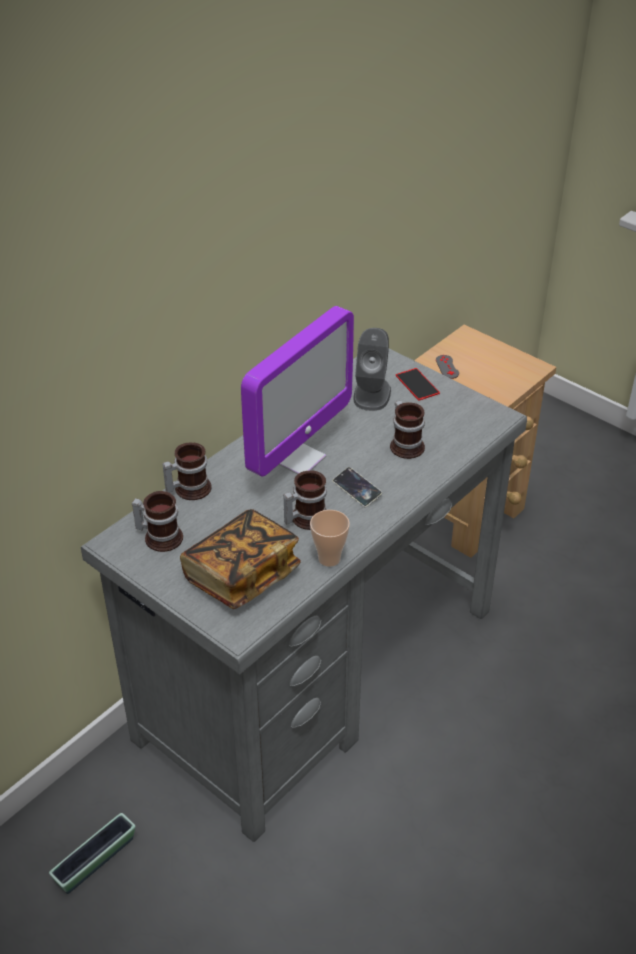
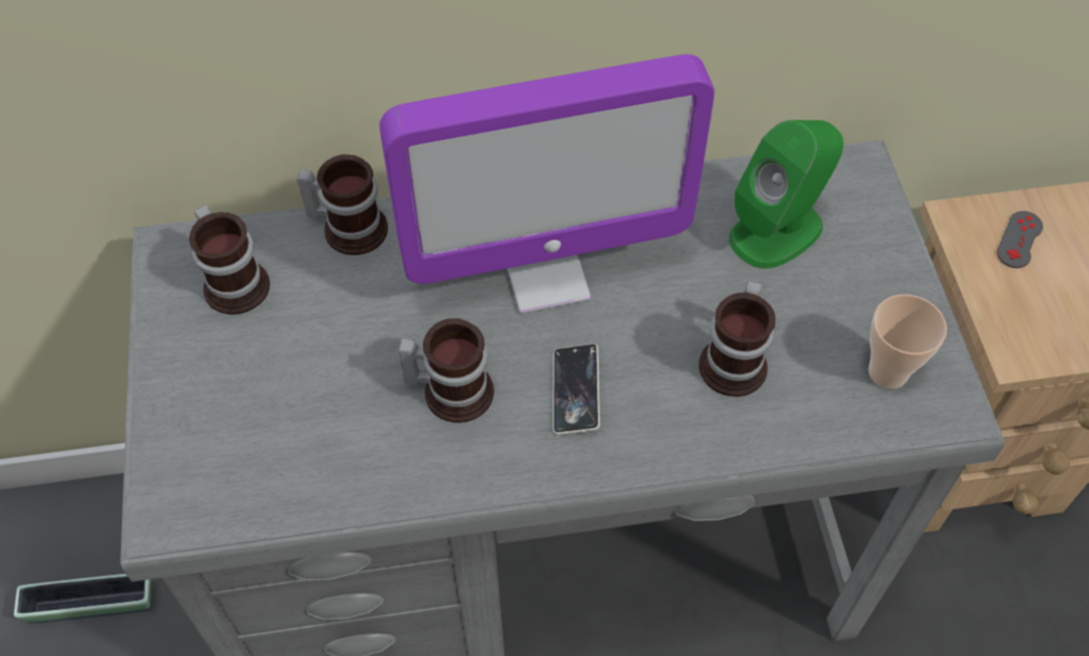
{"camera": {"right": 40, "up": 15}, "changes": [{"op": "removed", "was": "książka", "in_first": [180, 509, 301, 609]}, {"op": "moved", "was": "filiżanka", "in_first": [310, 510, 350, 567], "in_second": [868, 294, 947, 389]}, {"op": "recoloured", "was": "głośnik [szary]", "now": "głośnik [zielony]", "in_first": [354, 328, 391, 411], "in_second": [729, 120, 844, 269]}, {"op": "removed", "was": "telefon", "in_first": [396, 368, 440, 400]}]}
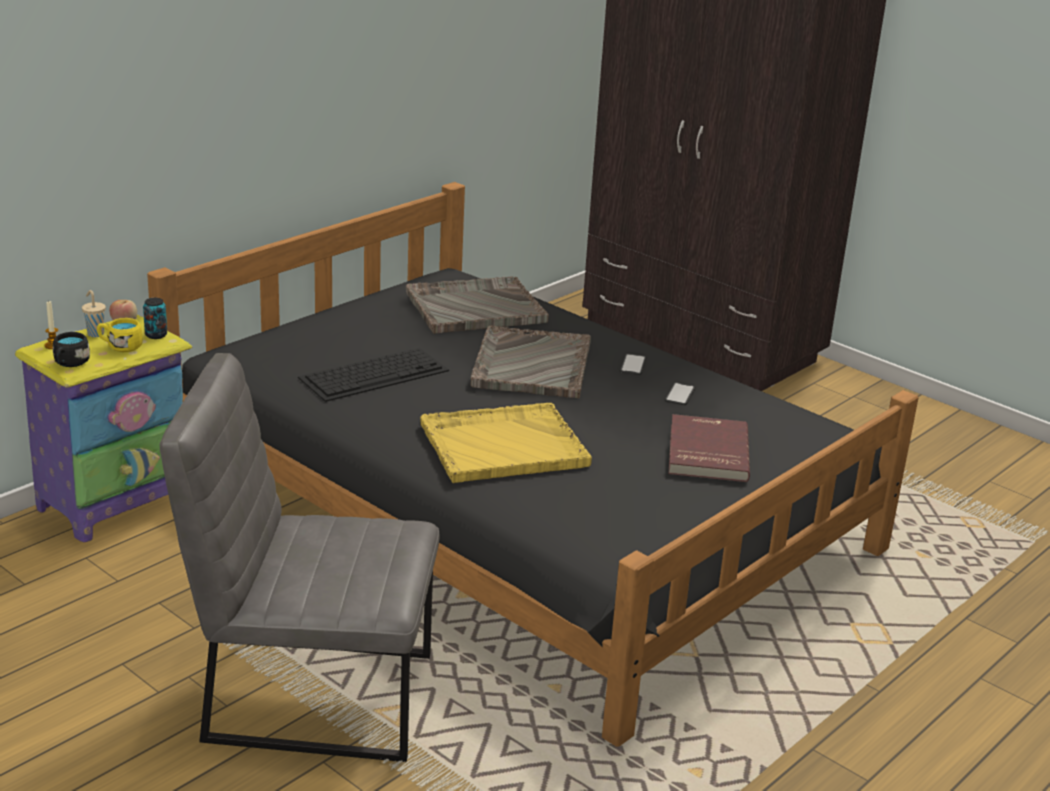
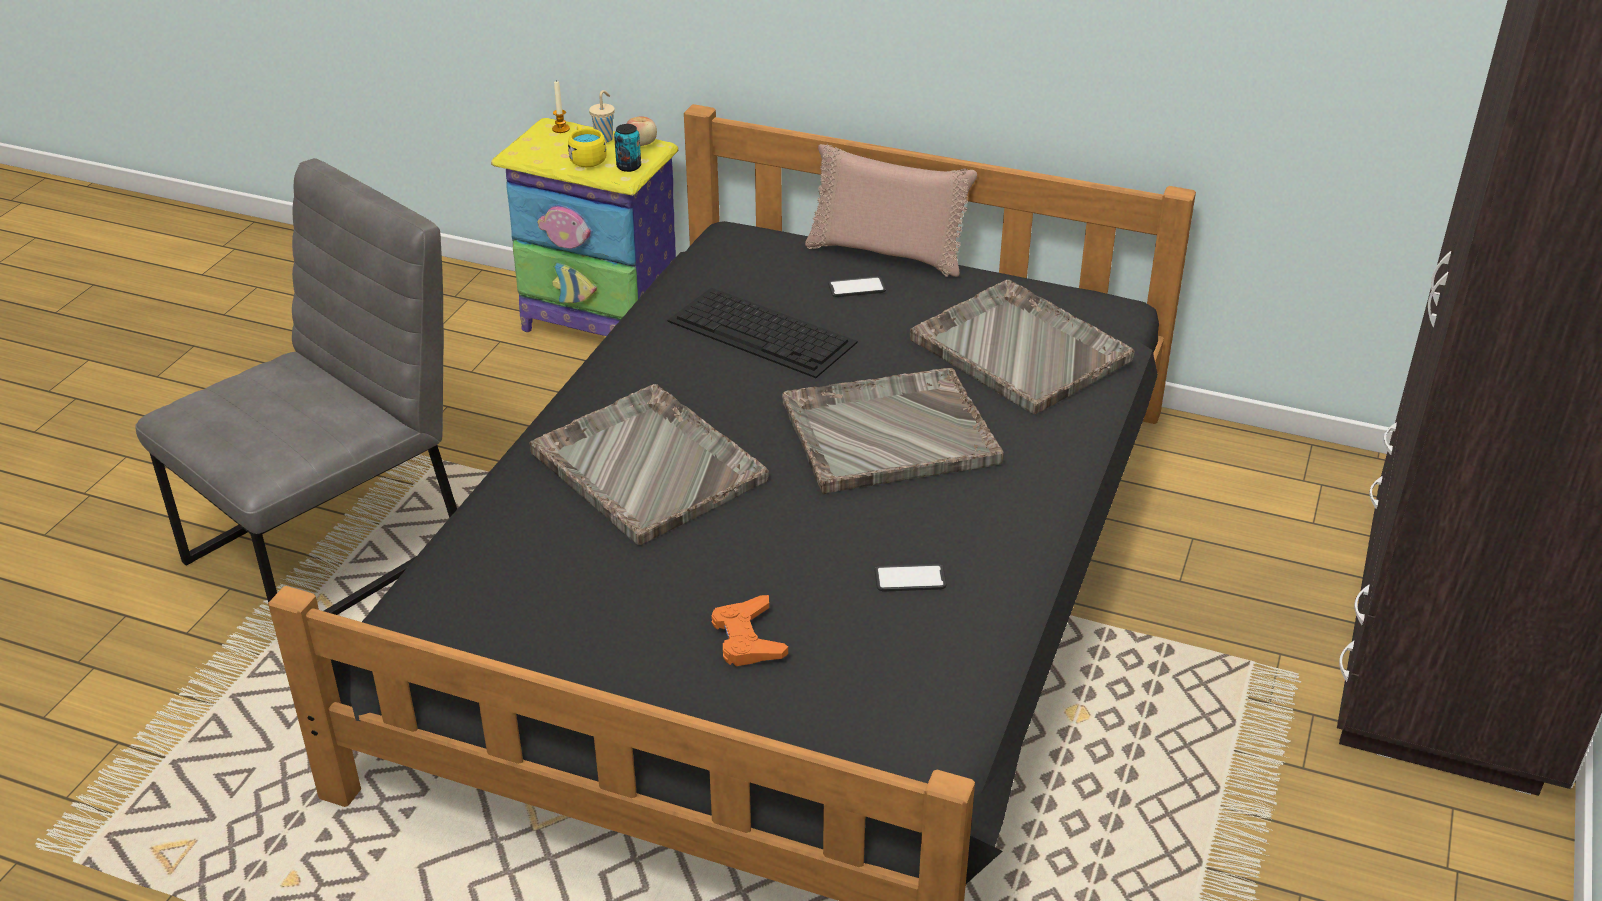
{"camera": {"right": 70, "up": 10}, "changes": [{"op": "removed", "was": "kubek [czarny]", "in_first": [53, 332, 90, 367]}, {"op": "turned", "was": "krzesło [szary]", "in_first": [160, 353, 439, 762], "in_second": [135, 158, 457, 615], "clockwise": 60}, {"op": "recoloured", "was": "taca [żółty]", "now": "taca [szary]", "in_first": [420, 403, 592, 483], "in_second": [529, 384, 769, 545]}, {"op": "moved", "was": "telefon", "in_first": [620, 353, 646, 375], "in_second": [828, 276, 886, 297]}, {"op": "replaced", "was": "książka [czerwony]", "now": "pad do gier [pomarańczowy]", "in_first": [668, 414, 750, 482], "in_second": [711, 595, 788, 666]}, {"op": "added", "now": "poduszka [beżowy]", "in_second": [805, 144, 977, 277]}]}
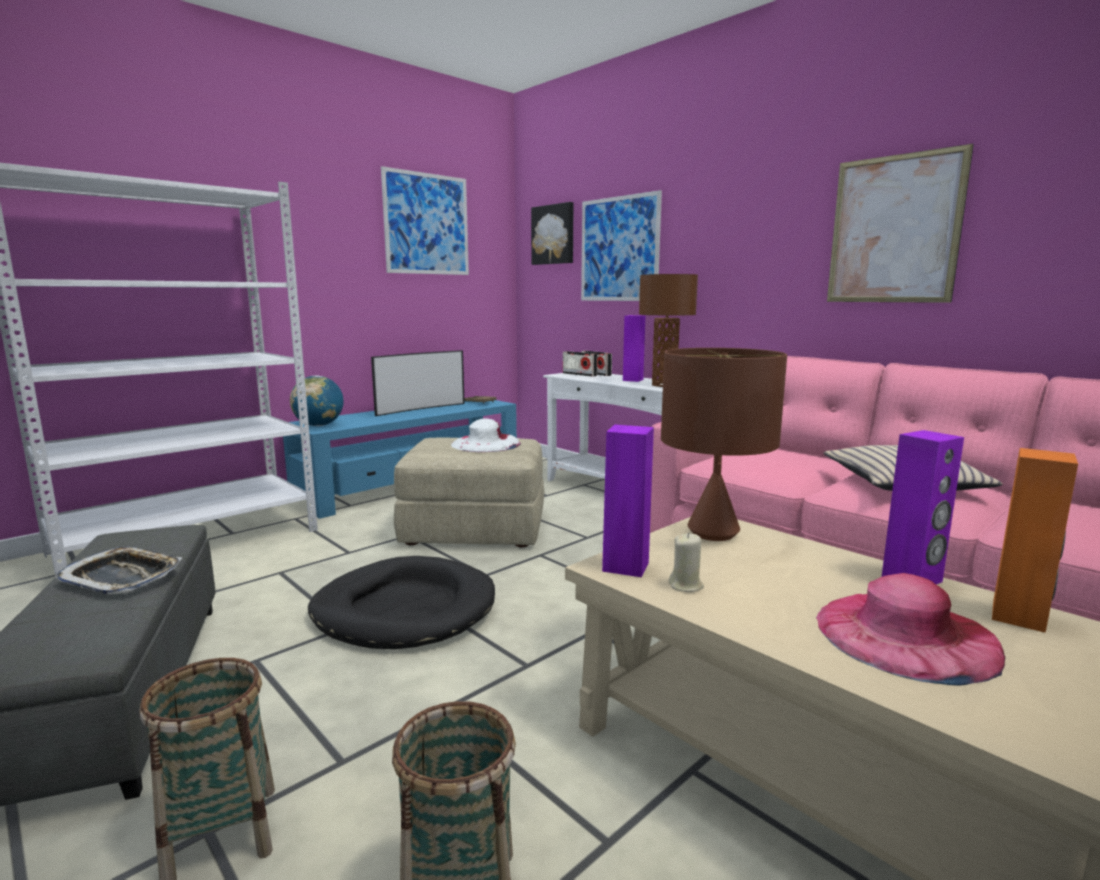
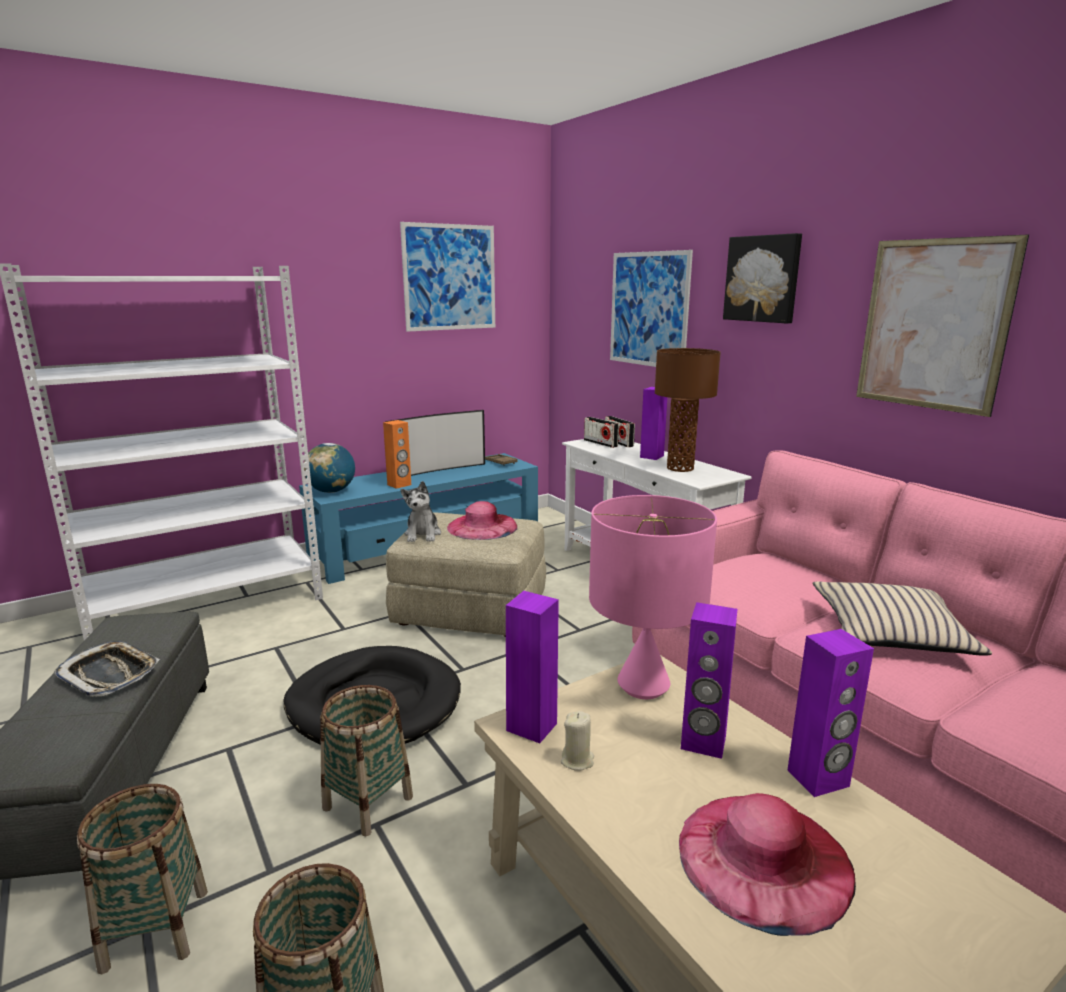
{"camera": {"right": 10, "up": 5}, "changes": [{"op": "recoloured", "was": "kapelusz [biały]", "now": "kapelusz [różowy]", "in_first": [451, 418, 521, 452], "in_second": [447, 501, 517, 540]}, {"op": "moved", "was": "obraz", "in_first": [531, 202, 574, 265], "in_second": [723, 233, 802, 324]}, {"op": "recoloured", "was": "lampa stołowa [brązowy]", "now": "lampa stołowa [różowy]", "in_first": [661, 348, 787, 541], "in_second": [589, 495, 717, 699]}, {"op": "moved", "was": "głośnik [pomarańczowy]", "in_first": [992, 448, 1078, 633], "in_second": [383, 420, 411, 489]}, {"op": "added", "now": "koszyk", "in_second": [320, 685, 413, 836]}, {"op": "added", "now": "pluszak", "in_second": [401, 481, 441, 542]}, {"op": "added", "now": "głośnik [fioletowy]", "in_second": [681, 602, 737, 759]}]}
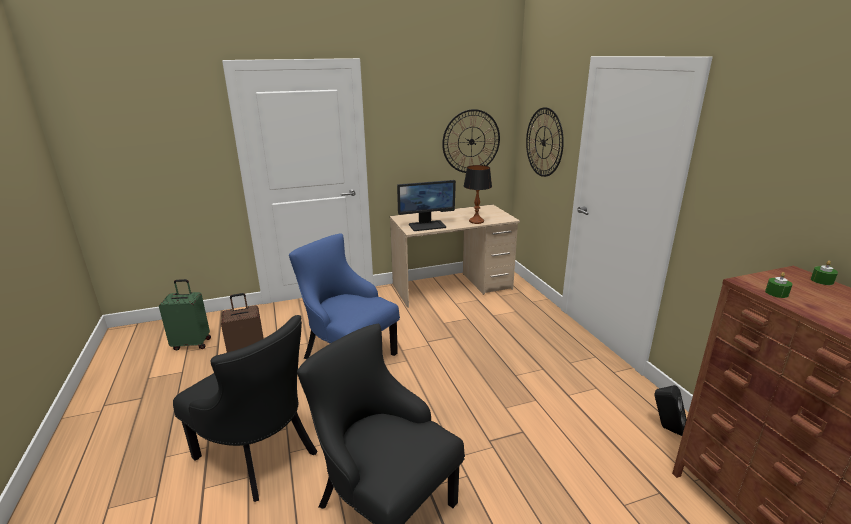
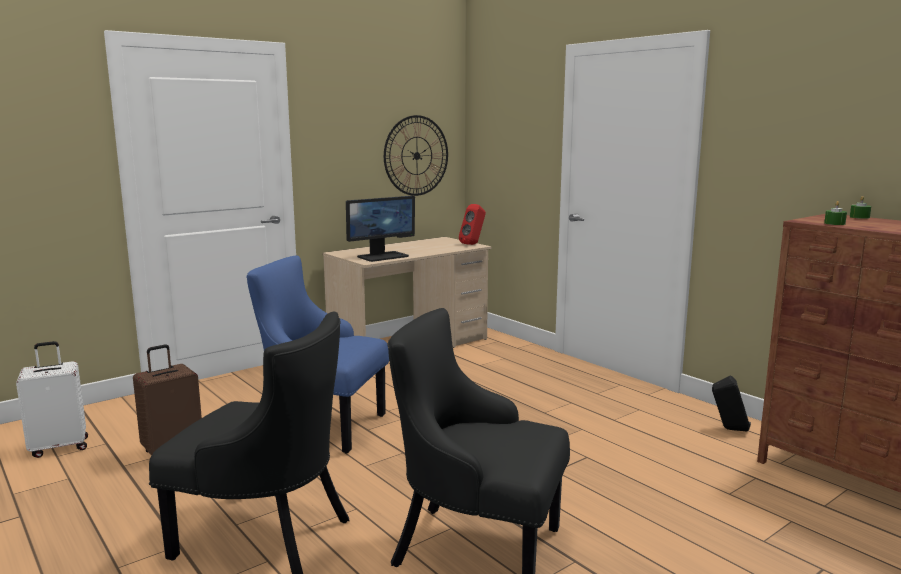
{"camera": {"right": -20, "up": -10}, "changes": [{"op": "recoloured", "was": "walizka [zielony]", "now": "walizka [biały]", "in_first": [159, 279, 211, 351], "in_second": [16, 341, 88, 458]}, {"op": "removed", "was": "lampa stołowa", "in_first": [464, 165, 492, 224]}, {"op": "removed", "was": "zegar ścienny", "in_first": [526, 107, 564, 177]}, {"op": "added", "now": "głośnik [czerwony]", "in_second": [459, 204, 486, 245]}]}
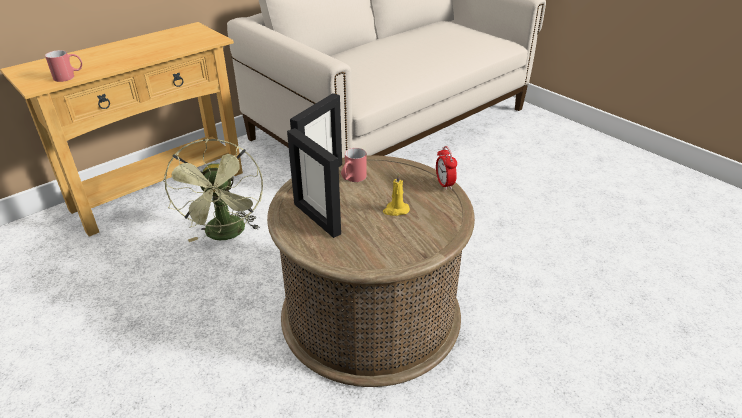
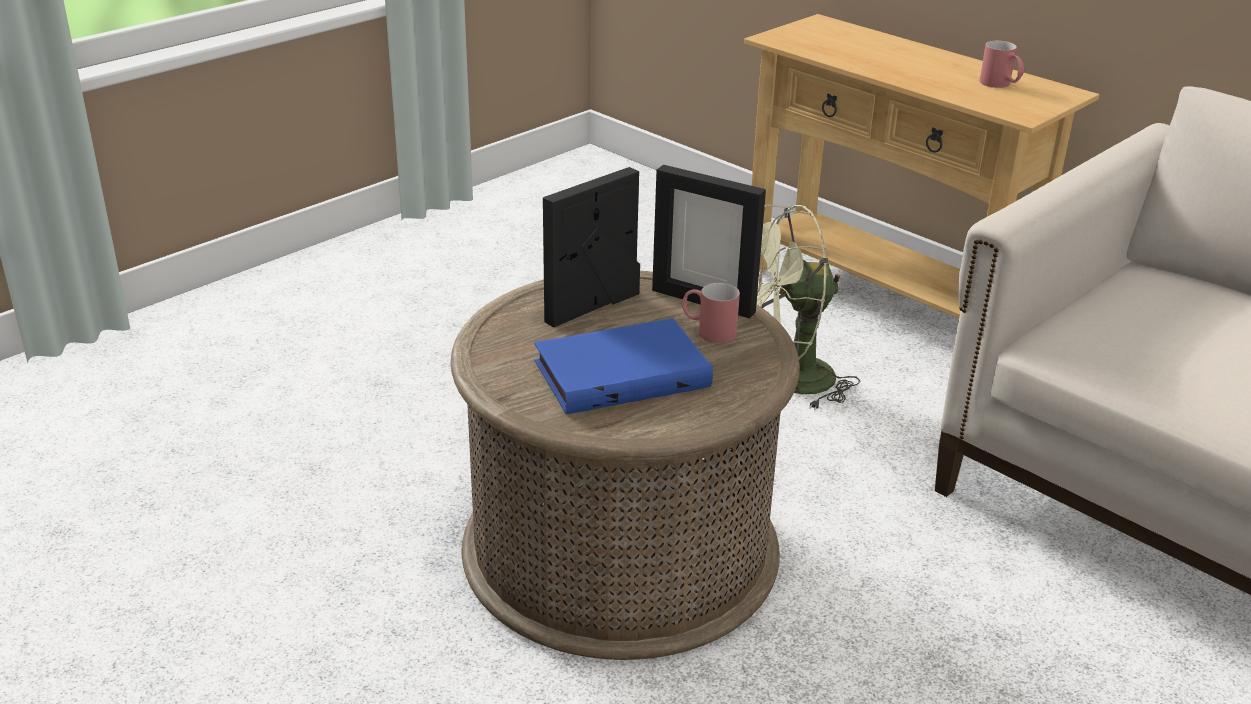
{"camera": {"right": 85, "up": -5}, "changes": [{"op": "moved", "was": "kubek [czerwony]", "in_first": [45, 50, 82, 82], "in_second": [980, 41, 1024, 88]}, {"op": "replaced", "was": "świeca [żółty]", "now": "książka [niebieski]", "in_first": [383, 173, 410, 216], "in_second": [534, 318, 713, 414]}, {"op": "removed", "was": "budzik", "in_first": [436, 146, 457, 190]}]}
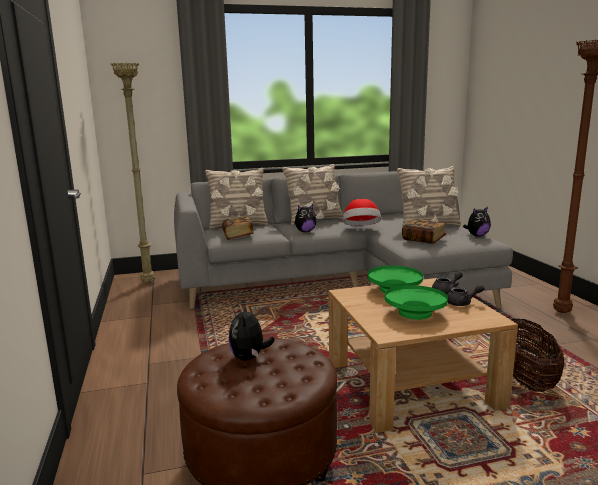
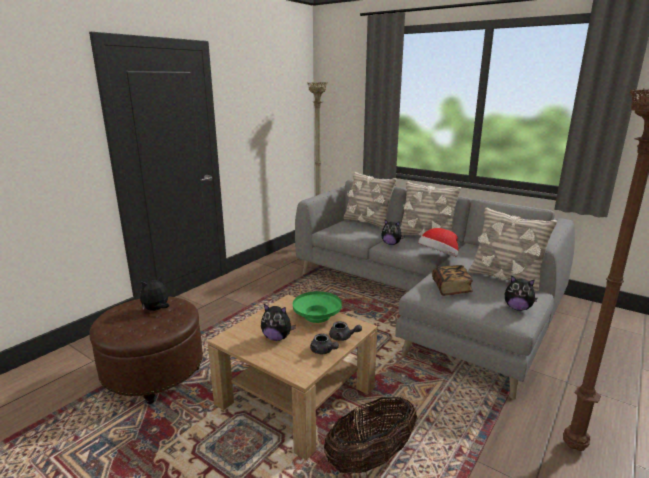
{"camera": {"right": 50, "up": 5}, "changes": [{"op": "removed", "was": "książka", "in_first": [222, 216, 254, 240]}, {"op": "replaced", "was": "miska [zielony]", "now": "pluszak", "in_first": [385, 285, 448, 320], "in_second": [261, 304, 296, 341]}]}
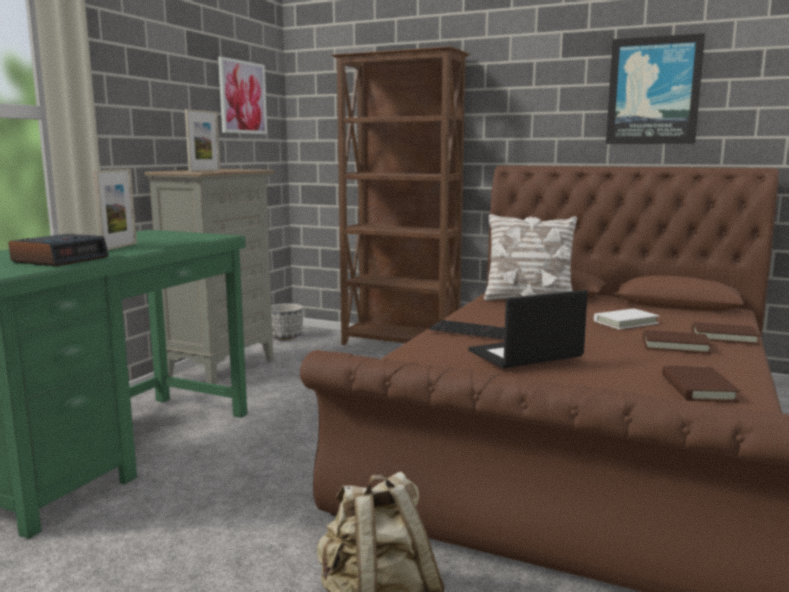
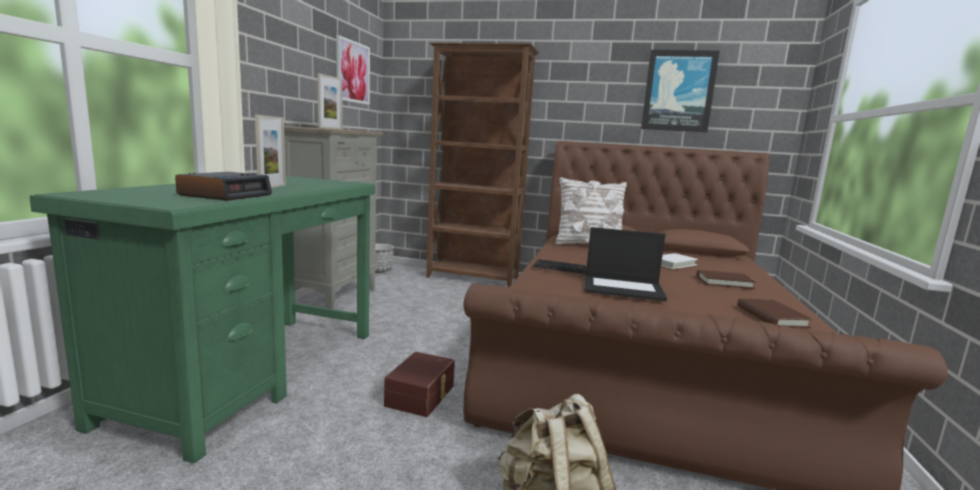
{"camera": {"right": -10, "up": 0}, "changes": [{"op": "turned", "was": "laptop", "in_first": [468, 290, 588, 368], "in_second": [585, 227, 667, 301], "clockwise": -135}, {"op": "removed", "was": "książka [brązowy]", "in_first": [692, 322, 760, 345]}, {"op": "added", "now": "pojemnik do przechowywania [brązowy]", "in_second": [384, 352, 455, 417]}]}
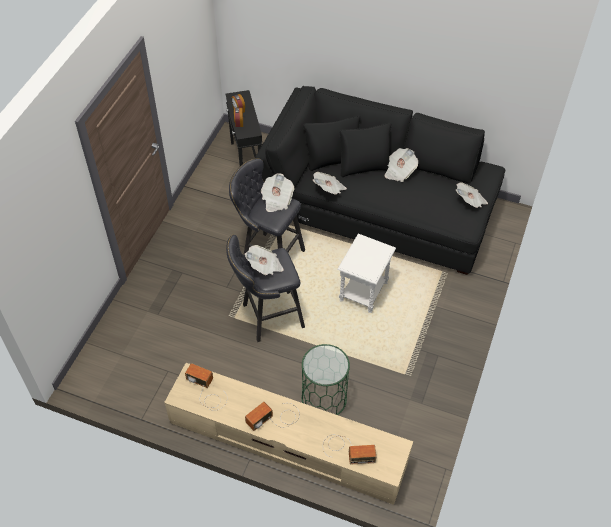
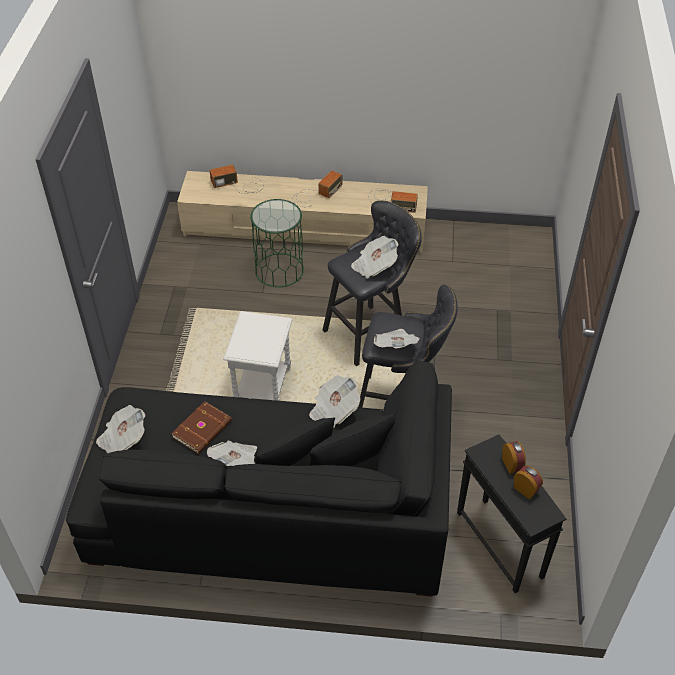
{"camera": {"right": 165, "up": -5}, "changes": [{"op": "added", "now": "książka [brązowy]", "in_second": [171, 401, 232, 454]}]}
